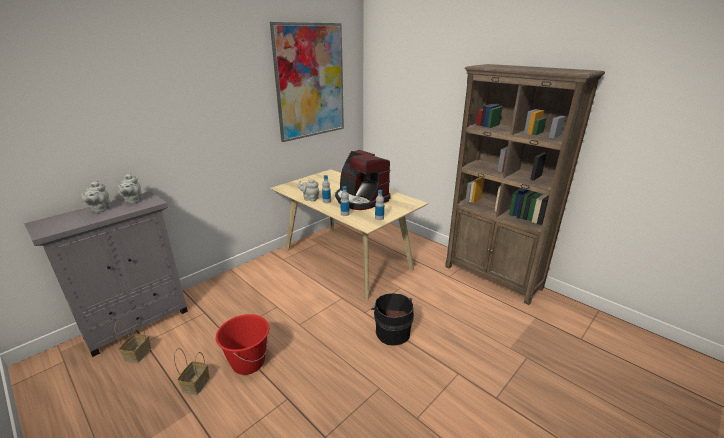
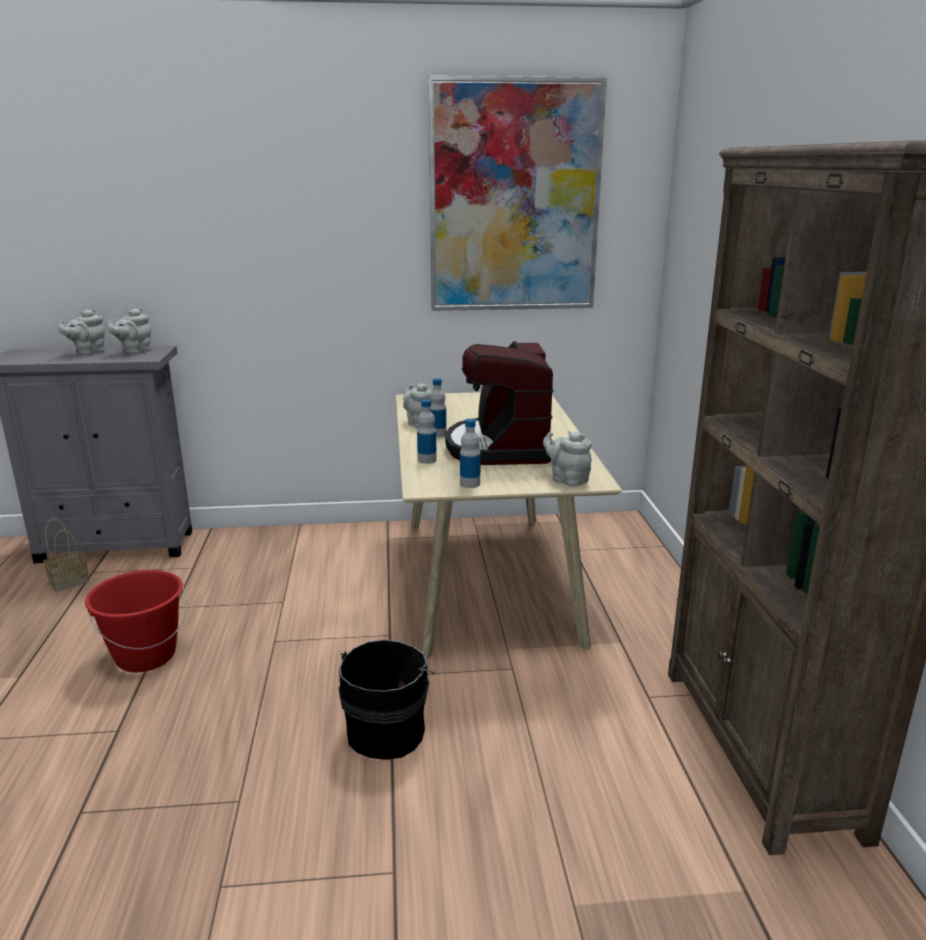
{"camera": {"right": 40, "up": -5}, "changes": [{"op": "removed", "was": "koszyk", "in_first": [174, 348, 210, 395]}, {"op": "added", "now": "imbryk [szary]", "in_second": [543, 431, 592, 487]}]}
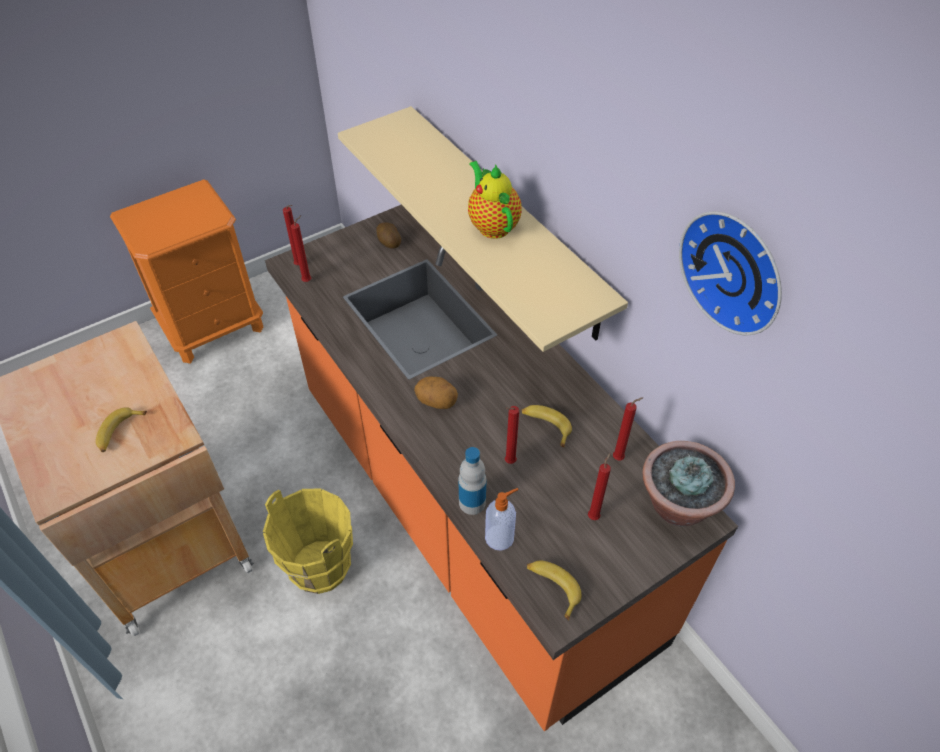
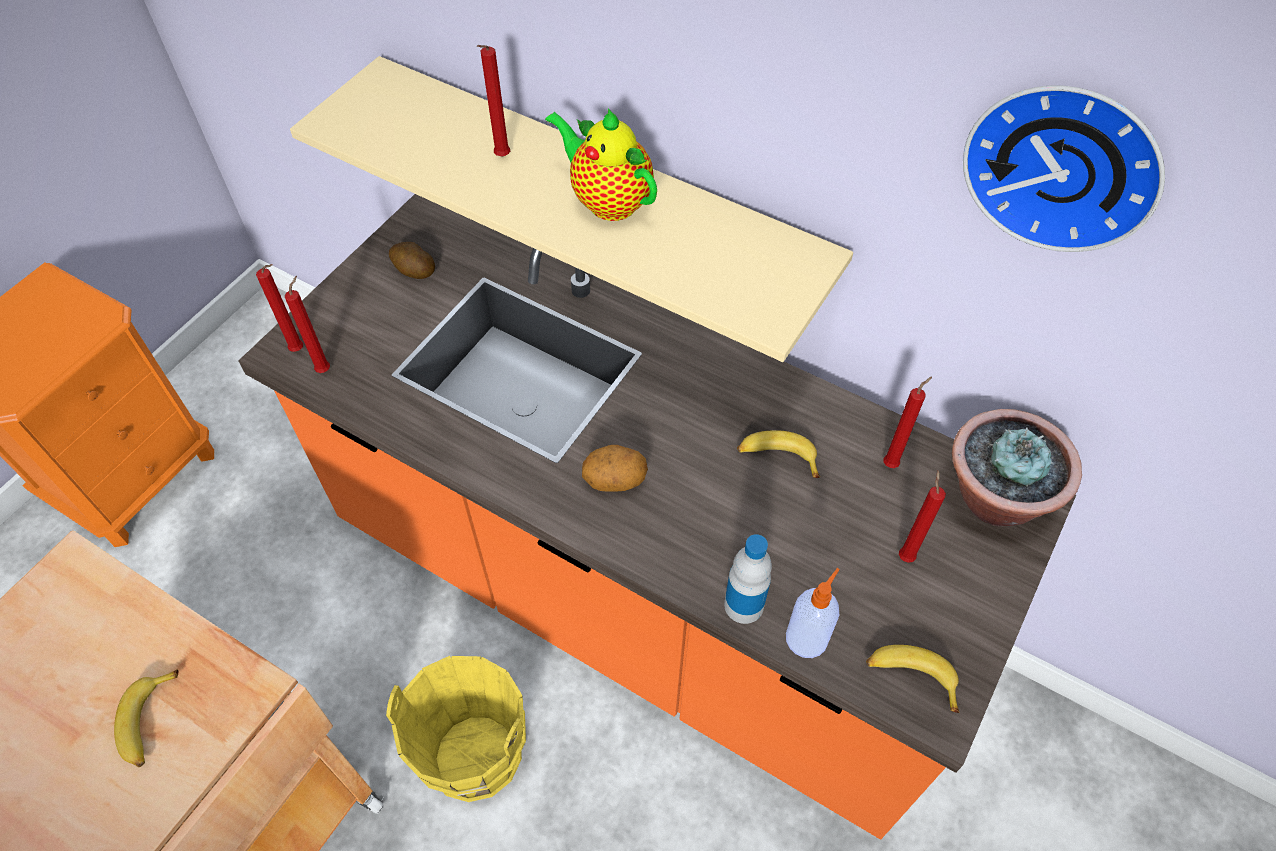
{"camera": {"right": -25, "up": 5}, "changes": [{"op": "moved", "was": "świeca [czerwony]", "in_first": [505, 406, 519, 464], "in_second": [477, 45, 510, 157]}]}
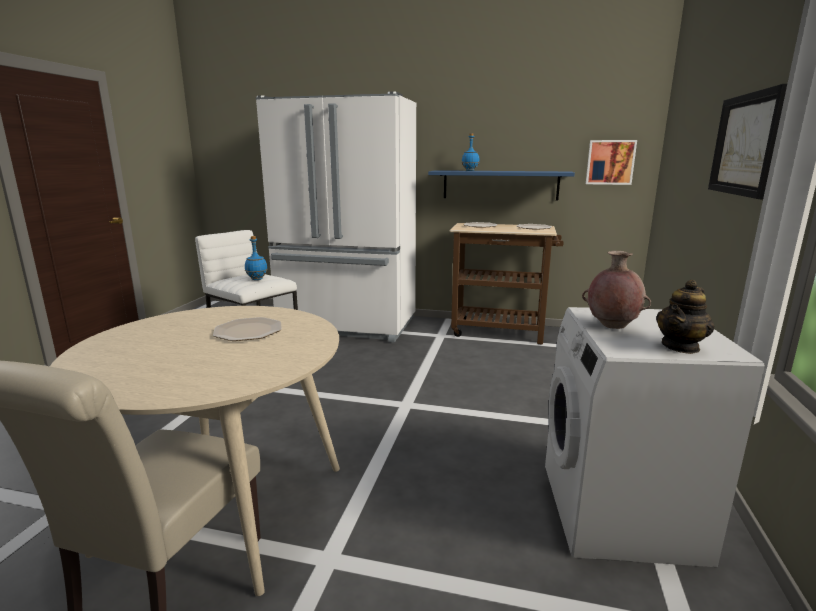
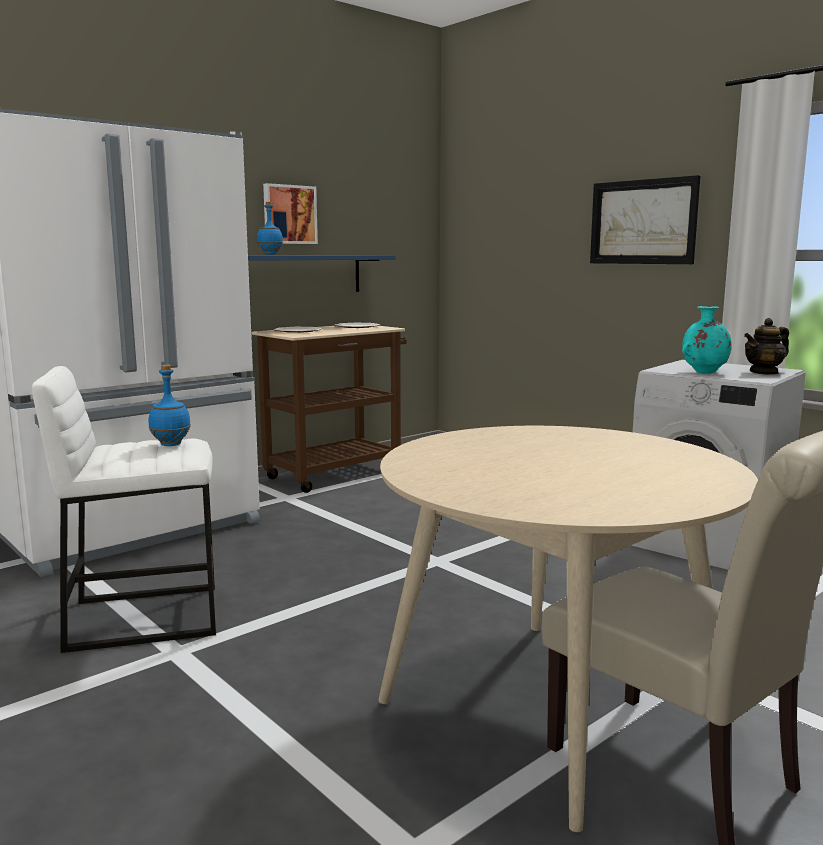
{"camera": {"right": -55, "up": -5}, "changes": [{"op": "removed", "was": "talerz", "in_first": [213, 317, 282, 341]}, {"op": "recoloured", "was": "wazon [brązowy]", "now": "wazon [turkusowy]", "in_first": [582, 251, 651, 329], "in_second": [682, 306, 732, 374]}, {"op": "moved", "was": "obraz", "in_first": [586, 140, 637, 185], "in_second": [263, 183, 318, 244]}, {"op": "turned", "was": "imbryk", "in_first": [656, 280, 714, 354], "in_second": [744, 318, 789, 375], "clockwise": 75}]}
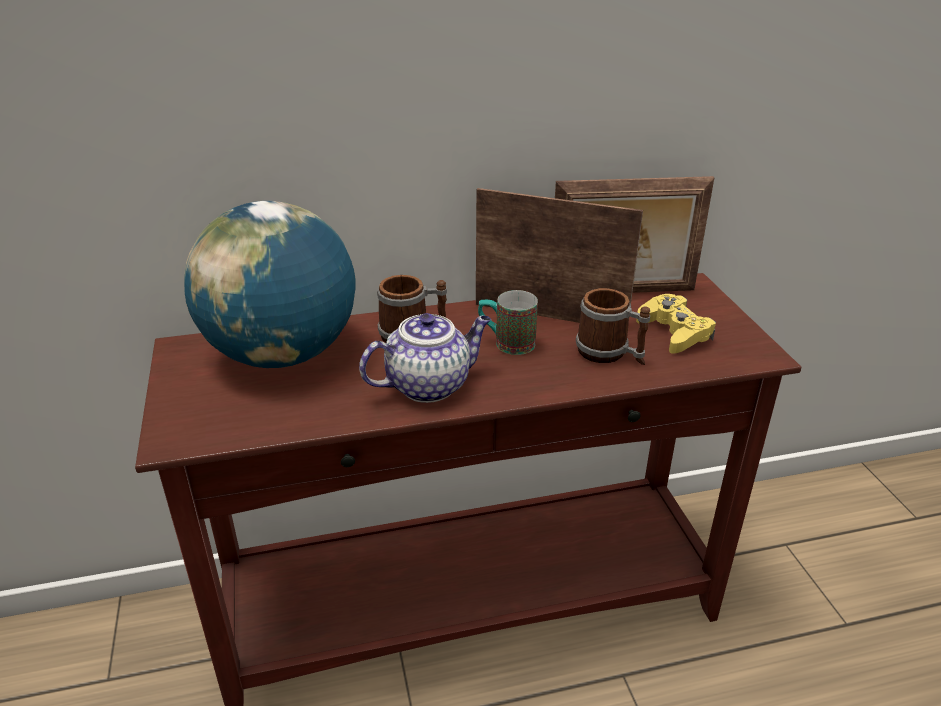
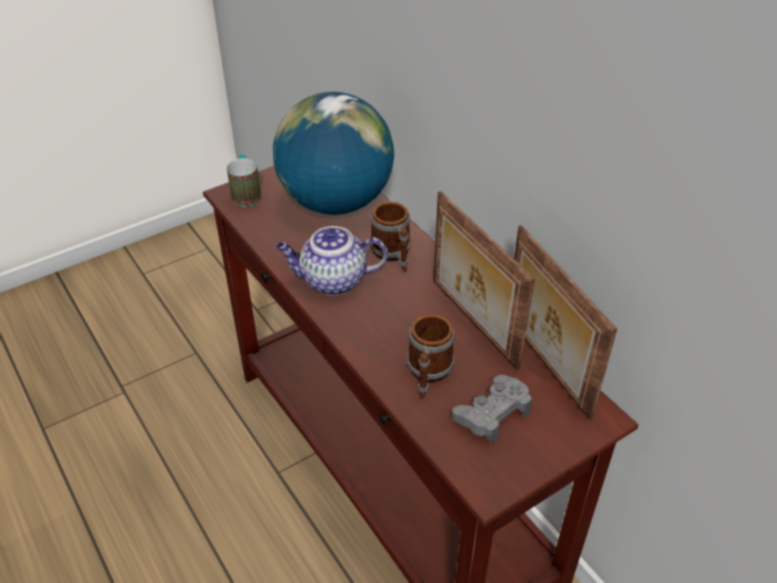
{"camera": {"right": 70, "up": 10}, "changes": [{"op": "turned", "was": "imbryk", "in_first": [359, 313, 491, 403], "in_second": [276, 226, 388, 295], "clockwise": 135}, {"op": "turned", "was": "ramka na zdjęcie", "in_first": [476, 188, 643, 323], "in_second": [433, 191, 535, 370], "clockwise": 150}, {"op": "moved", "was": "kubek", "in_first": [478, 290, 538, 355], "in_second": [227, 154, 261, 207]}, {"op": "recoloured", "was": "pad do gier [żółty]", "now": "pad do gier [szary]", "in_first": [636, 294, 716, 353], "in_second": [452, 375, 532, 444]}]}
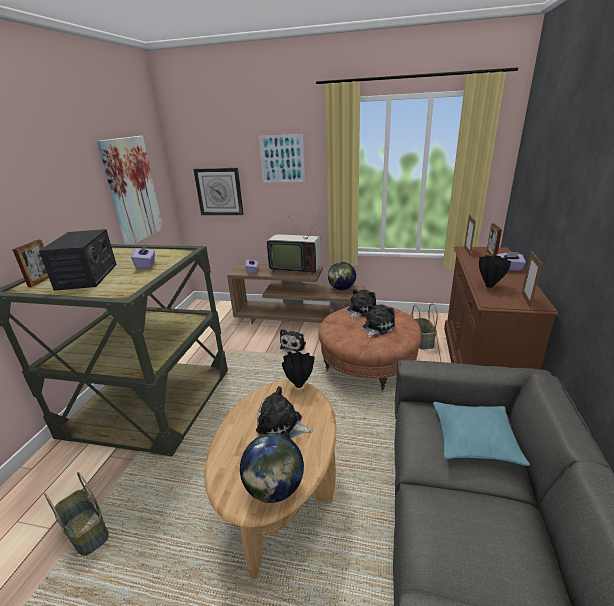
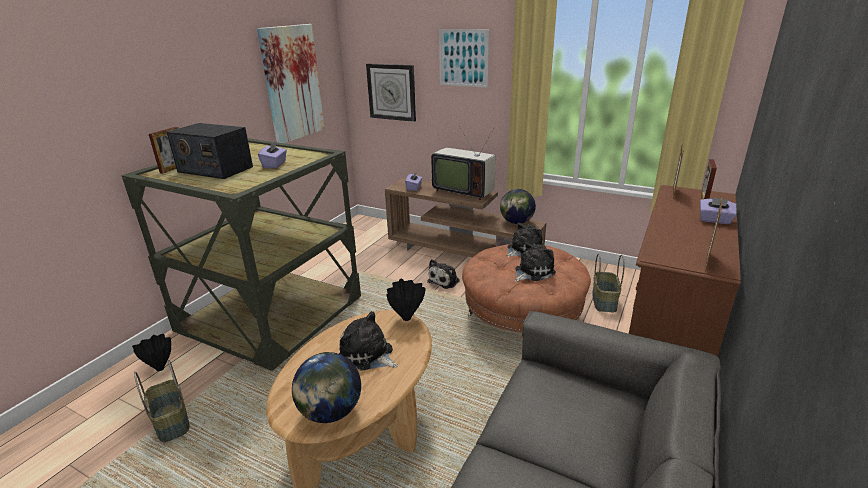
{"camera": {"right": 15, "up": 0}, "changes": [{"op": "turned", "was": "radio", "in_first": [39, 229, 117, 291], "in_second": [167, 123, 253, 179], "clockwise": 105}, {"op": "removed", "was": "poduszka [turkusowy]", "in_first": [433, 402, 530, 466]}, {"op": "moved", "was": "wazon [czarny]", "in_first": [479, 255, 511, 288], "in_second": [132, 334, 171, 371]}]}
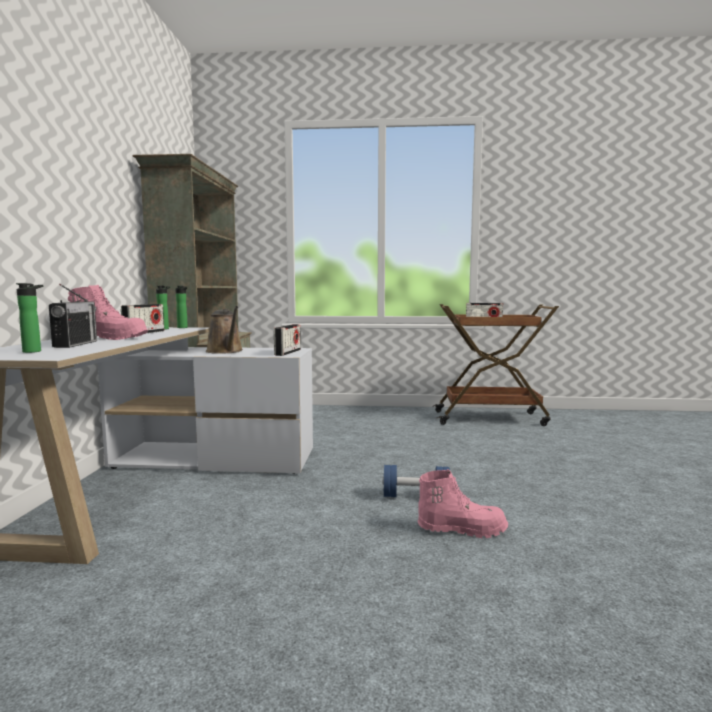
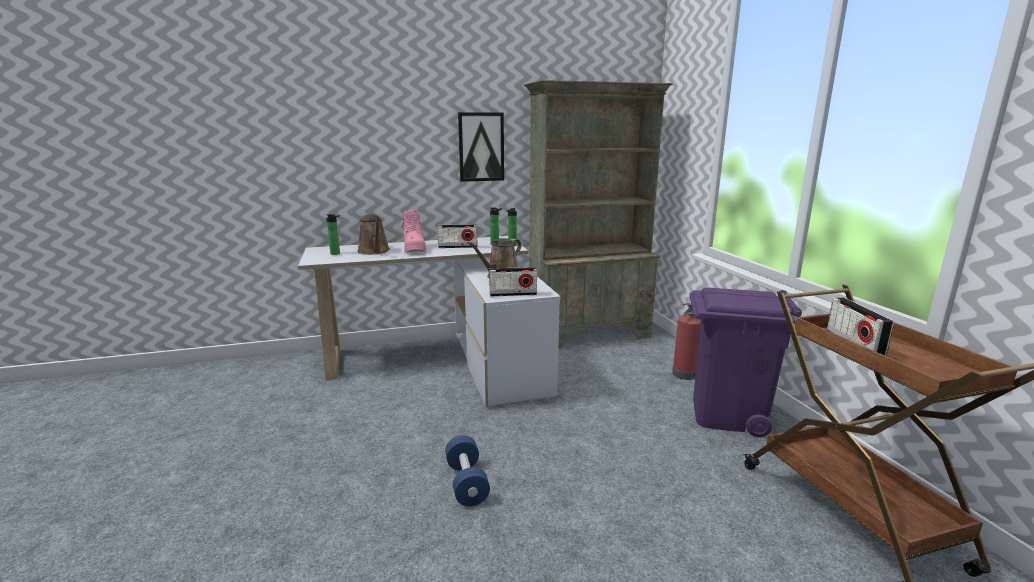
{"camera": {"right": 70, "up": 10}, "changes": [{"op": "replaced", "was": "radio", "now": "konewka [brązowy]", "in_first": [49, 284, 97, 348], "in_second": [357, 214, 390, 255]}, {"op": "removed", "was": "but z cholewką [różowy]", "in_first": [418, 469, 508, 538]}, {"op": "added", "now": "obraz", "in_second": [458, 112, 504, 182]}, {"op": "added", "now": "gaśnica", "in_second": [672, 303, 700, 380]}, {"op": "added", "now": "kosz na śmieci [fioletowy]", "in_second": [690, 288, 802, 437]}]}
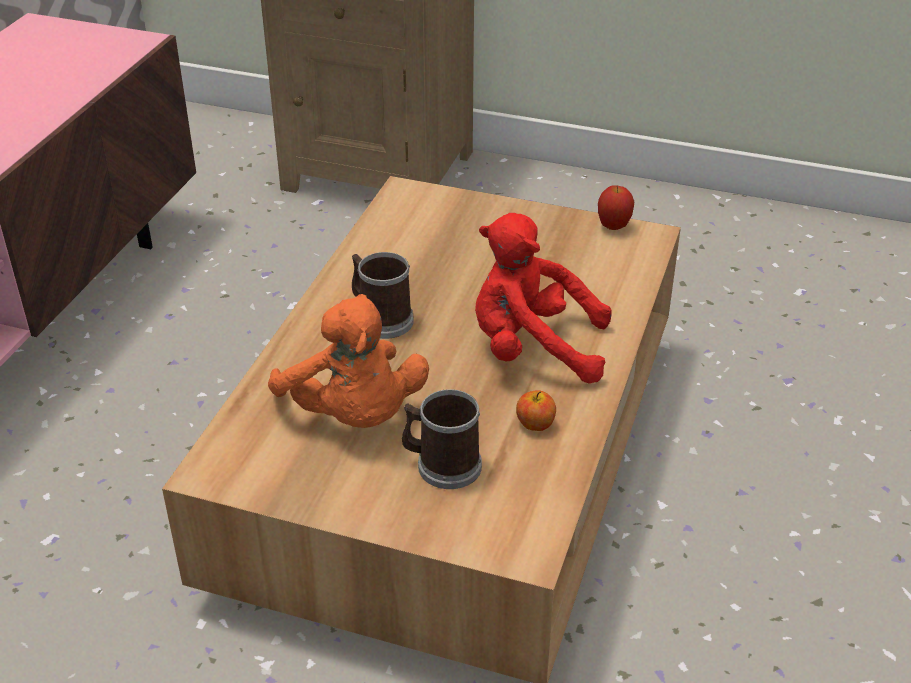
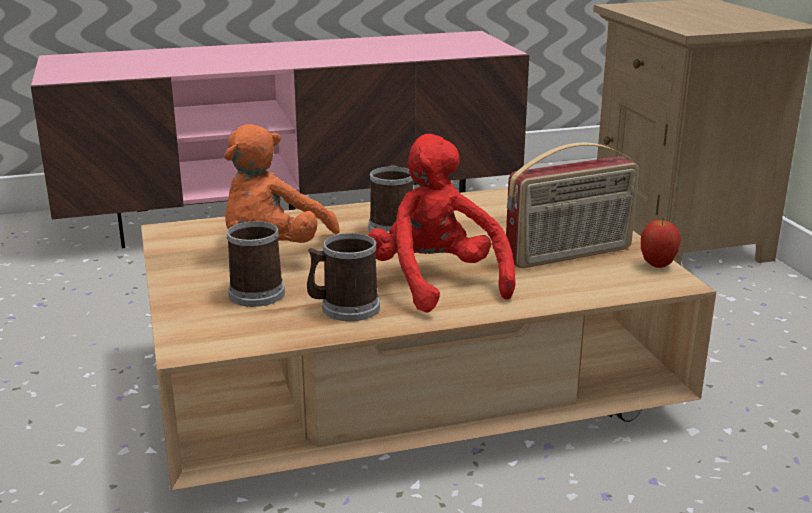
{"camera": {"right": 55, "up": -15}, "changes": [{"op": "replaced", "was": "jabłko", "now": "kubek", "in_first": [516, 390, 556, 431], "in_second": [307, 233, 380, 321]}, {"op": "added", "now": "radio", "in_second": [506, 142, 639, 268]}]}
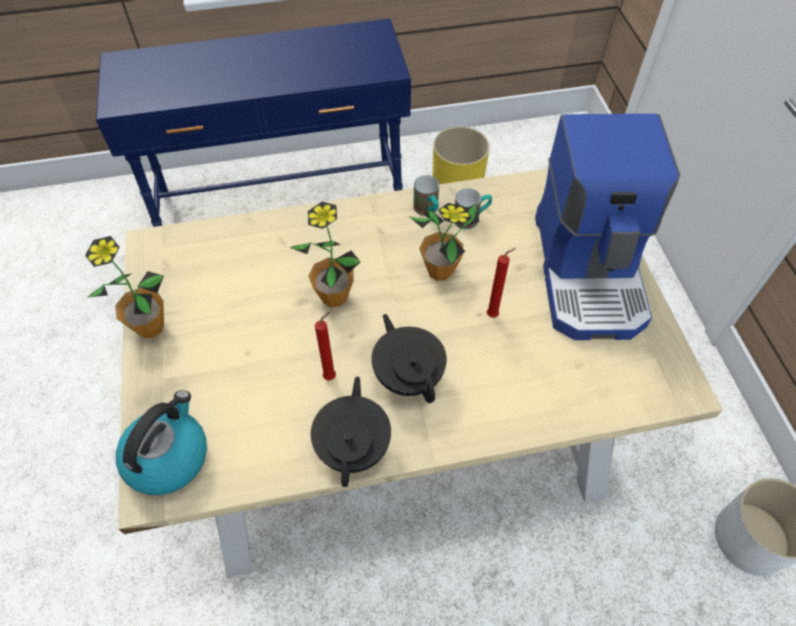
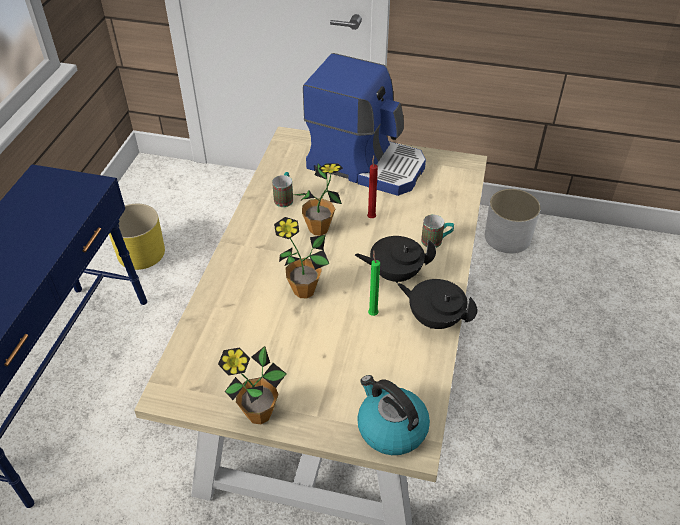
{"camera": {"right": -65, "up": -10}, "changes": [{"op": "recoloured", "was": "świeca [czerwony]", "now": "świeca [zielony]", "in_first": [315, 312, 336, 381], "in_second": [368, 250, 380, 316]}, {"op": "moved", "was": "kubek", "in_first": [413, 175, 439, 216], "in_second": [421, 214, 454, 248]}]}
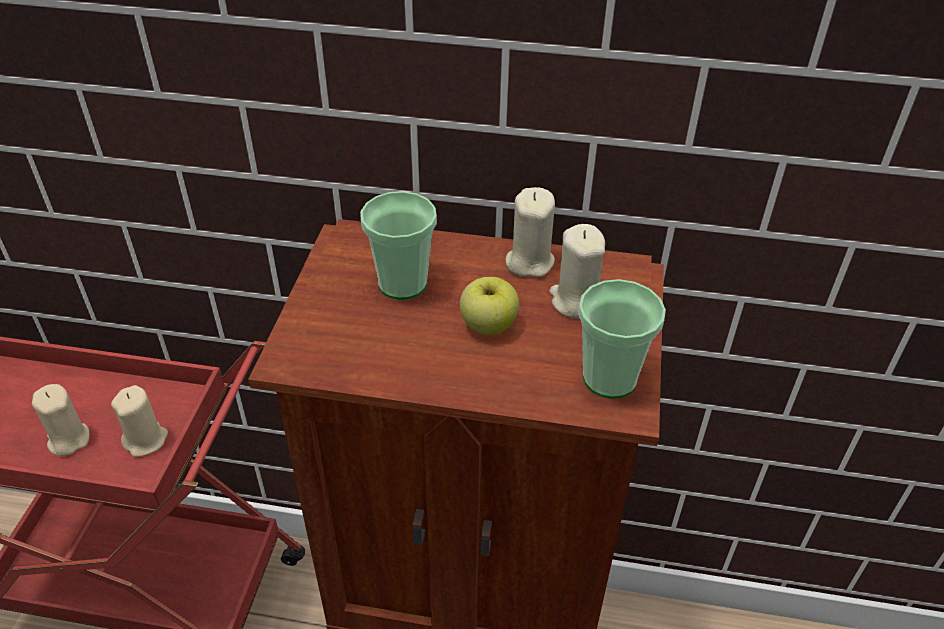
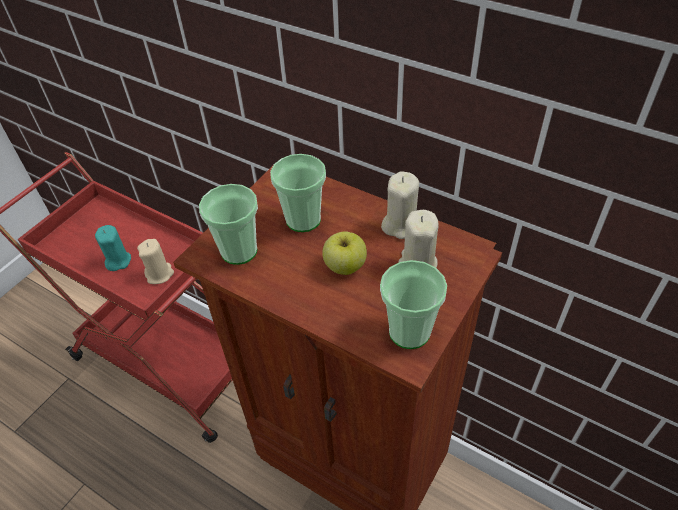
{"camera": {"right": 25, "up": 5}, "changes": [{"op": "recoloured", "was": "świeca [beżowy]", "now": "świeca [turkusowy]", "in_first": [32, 384, 89, 456], "in_second": [95, 225, 131, 271]}, {"op": "added", "now": "filiżanka", "in_second": [199, 184, 258, 265]}]}
